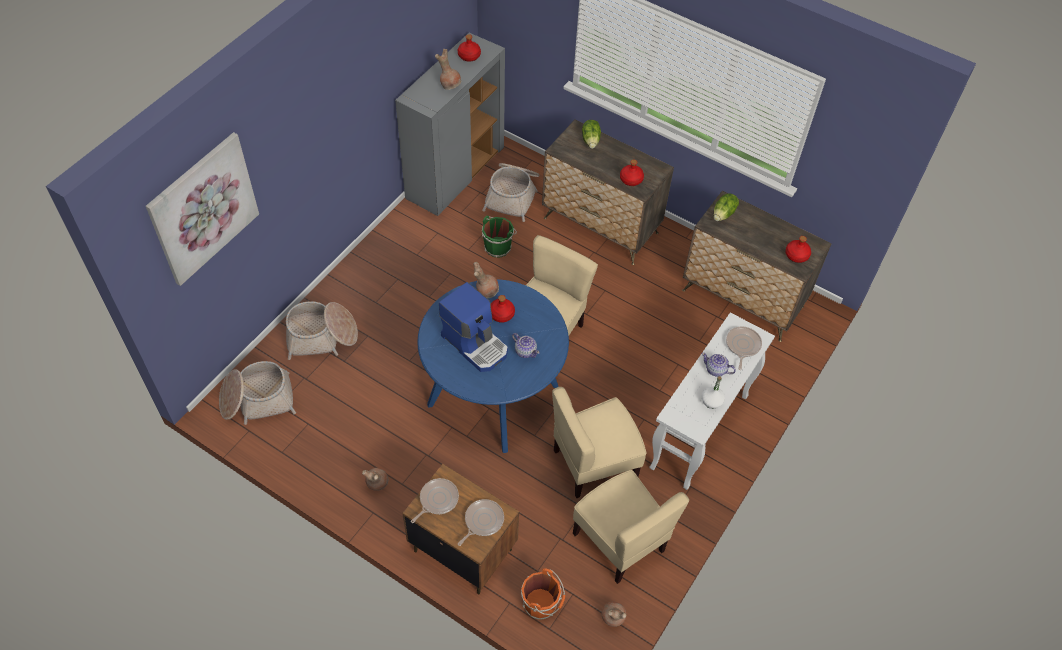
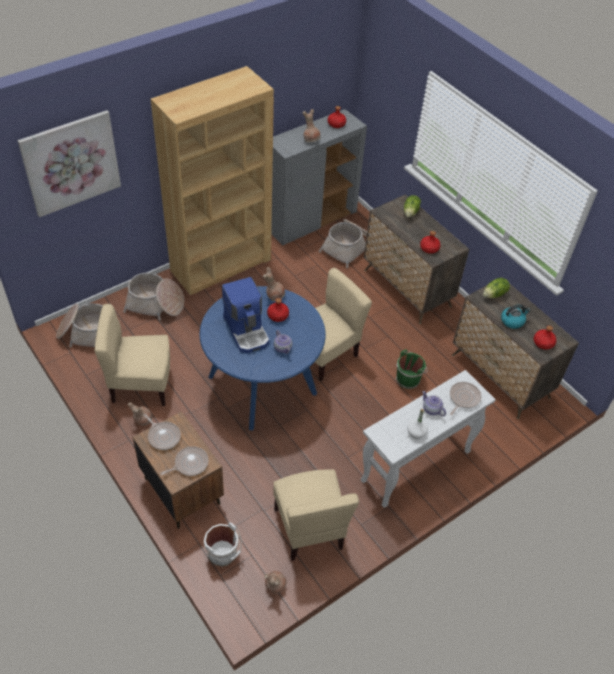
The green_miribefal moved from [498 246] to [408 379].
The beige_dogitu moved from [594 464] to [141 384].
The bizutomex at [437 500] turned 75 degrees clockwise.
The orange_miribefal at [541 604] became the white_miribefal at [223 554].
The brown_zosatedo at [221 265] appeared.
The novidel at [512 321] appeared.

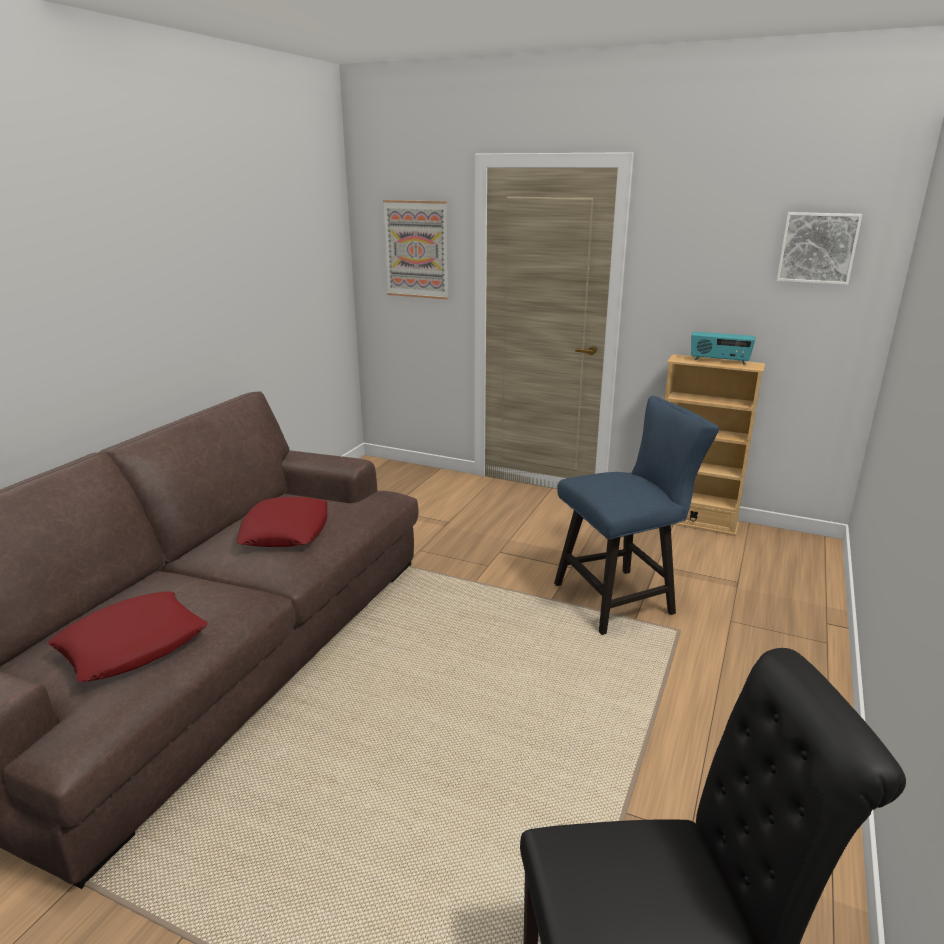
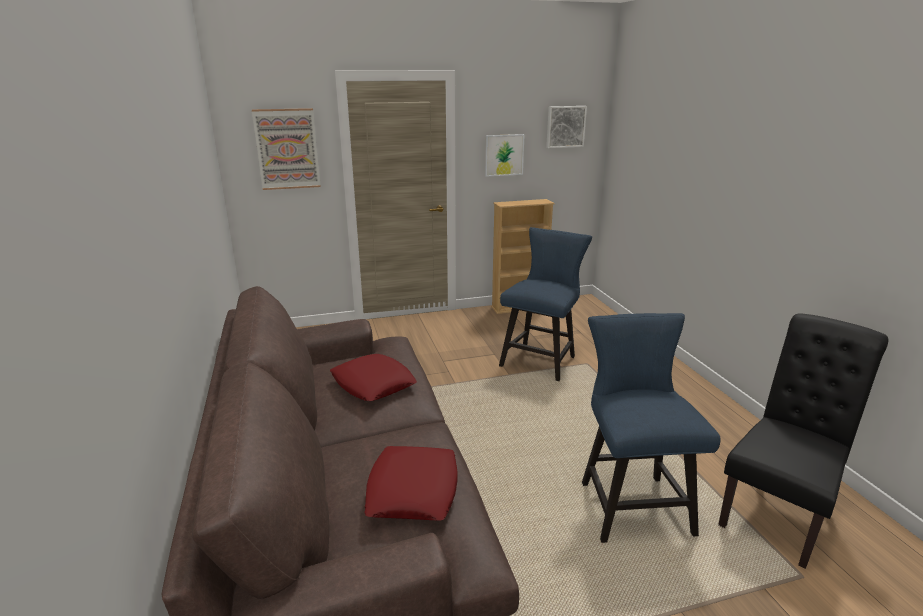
The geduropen at [719 361] disappeared.
The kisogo at [504 155] appeared.
The blue_dogitu at [630 502] appeared.

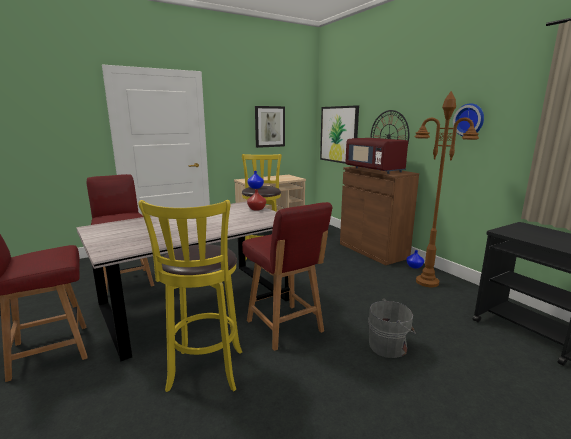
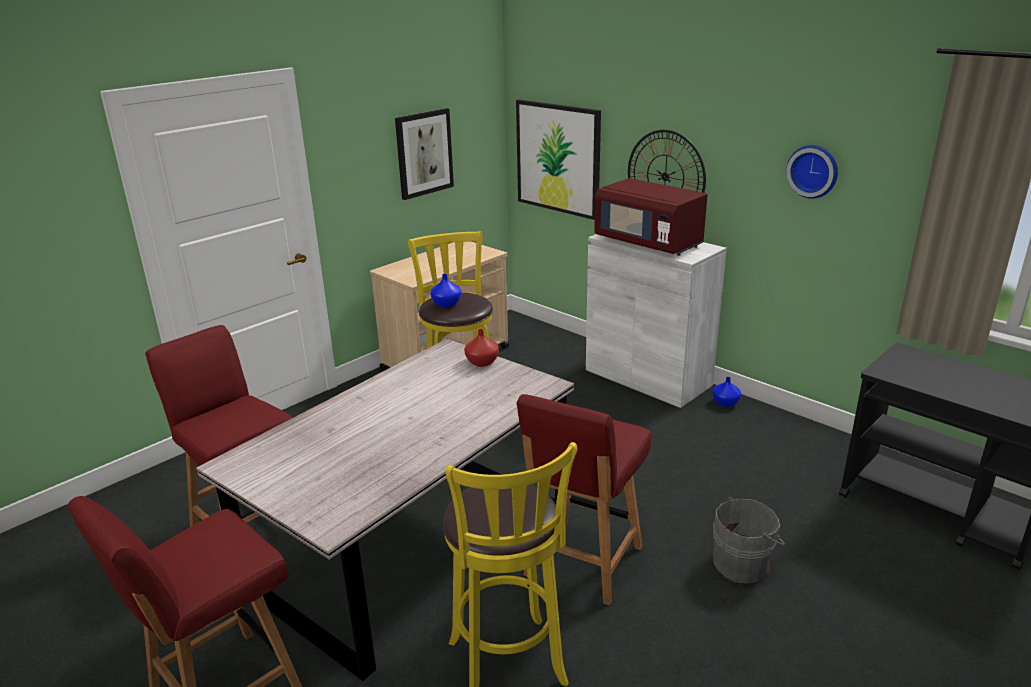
The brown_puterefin at [427 282] disappeared.
The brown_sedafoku at [373 250] became the white_sedafoku at [647 377].
The red_dogitu at [285 327] turned 75 degrees clockwise.

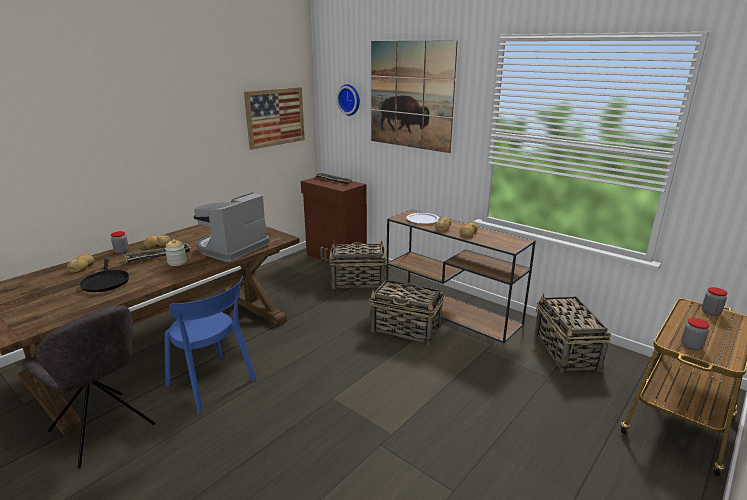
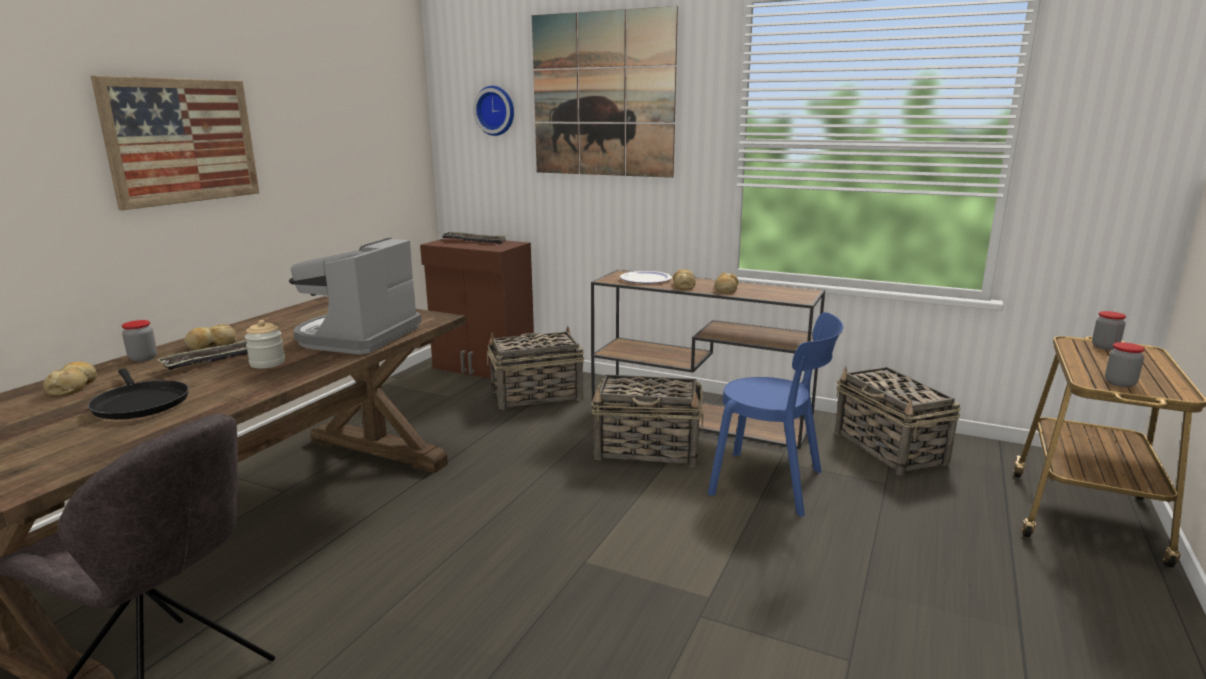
The kisogo moved from [275 117] to [182 141].
The blue_dogitu moved from [213 384] to [772 484].

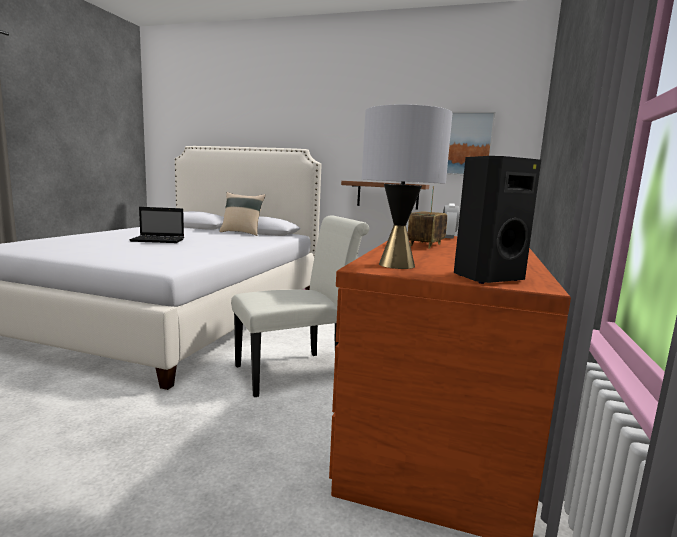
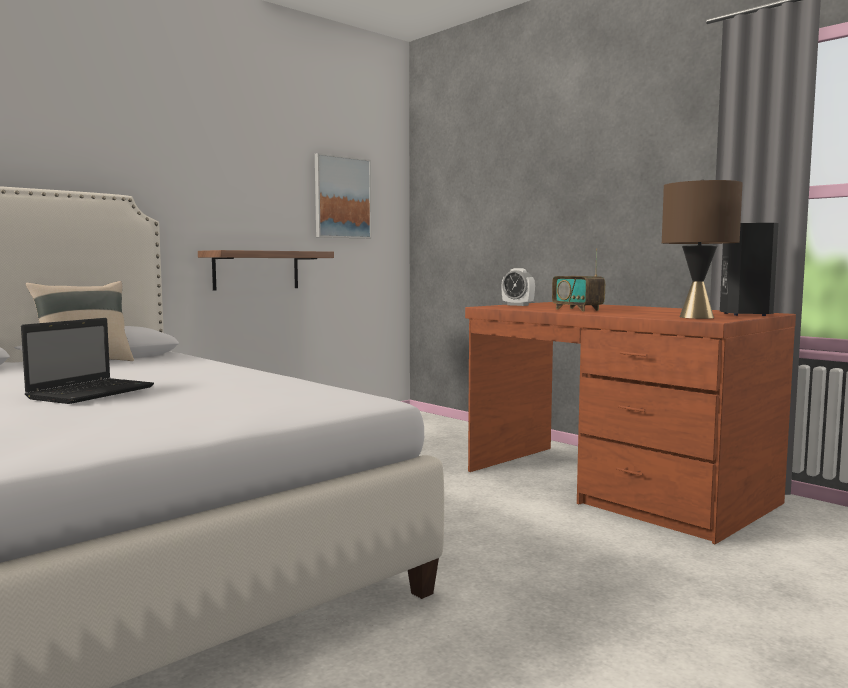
The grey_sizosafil at [396 265] became the brown_sizosafil at [696 317].
The white_dogitu at [296 372] disappeared.

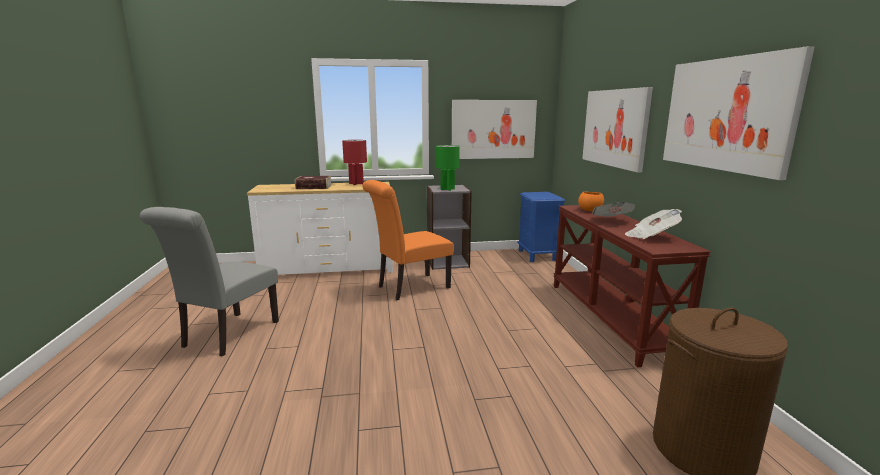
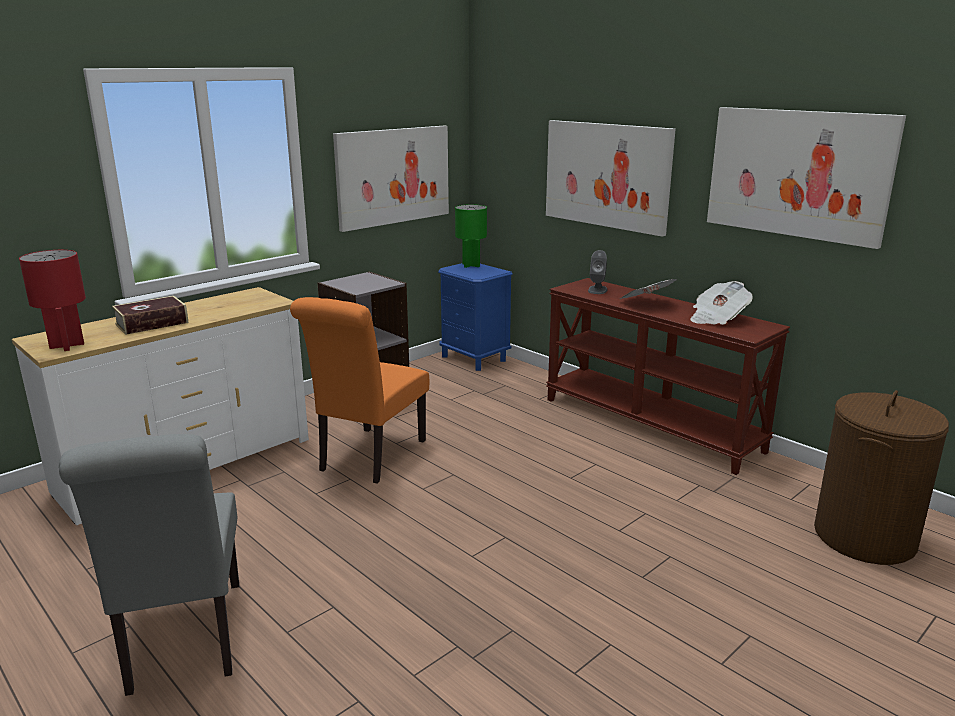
The red_sizosafil moved from [356 183] to [66 346].
The green_sizosafil moved from [447 189] to [471 265].
The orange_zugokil at [590 210] was replaced by the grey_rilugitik at [597 290].

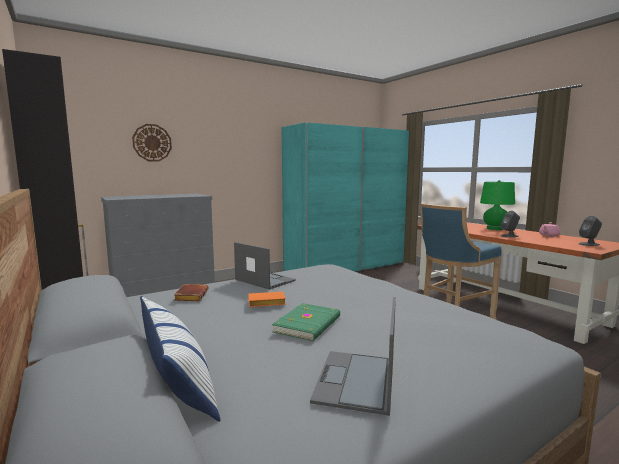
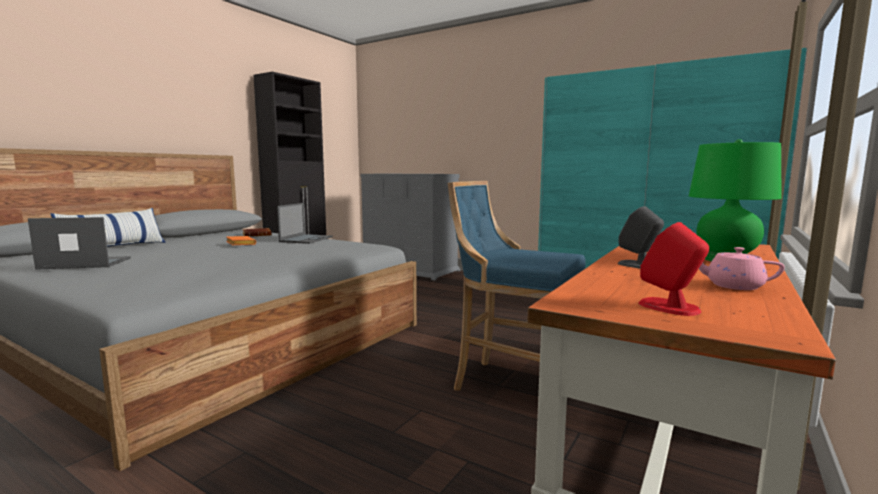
The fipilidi at [152 143] disappeared.
The grey_rilugitik at [589 244] became the red_rilugitik at [669 307].
The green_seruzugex at [309 324] disappeared.

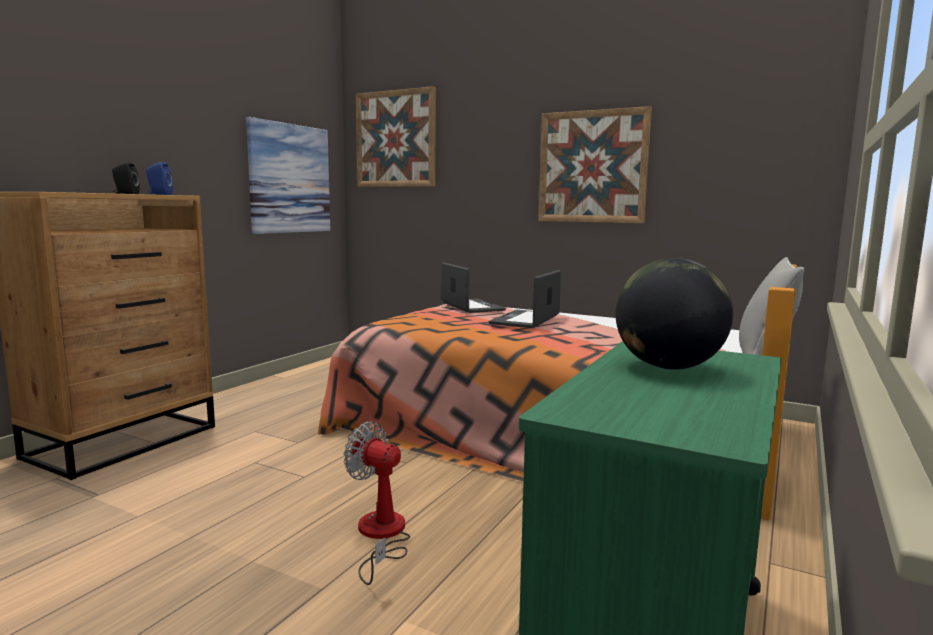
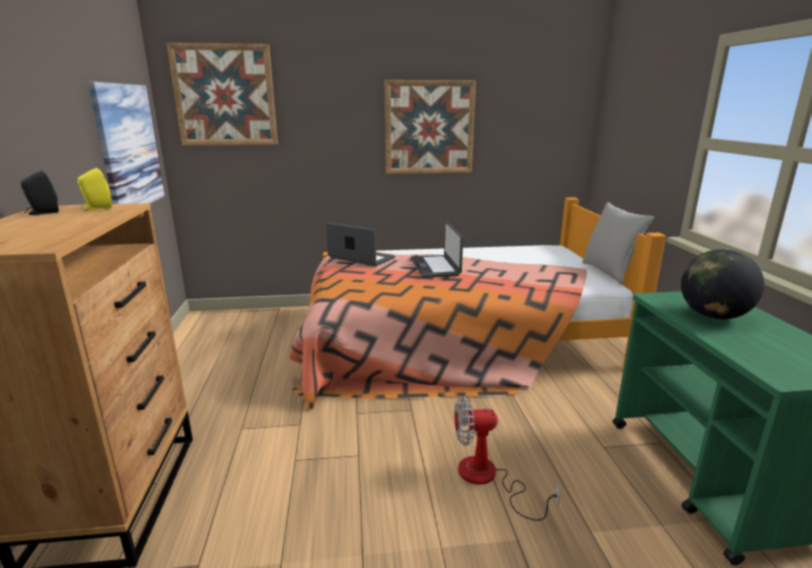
The blue_rilugitik at [159 194] became the yellow_rilugitik at [97 208].

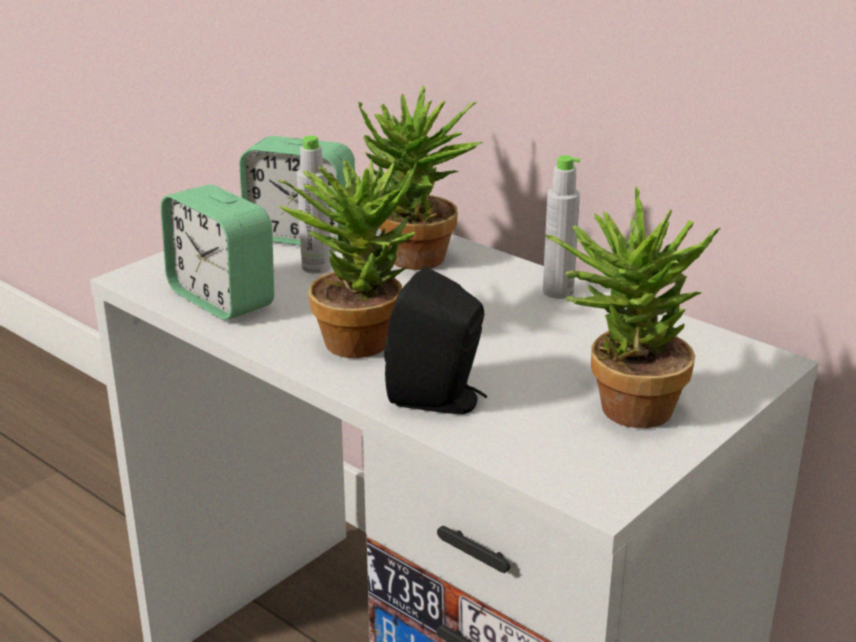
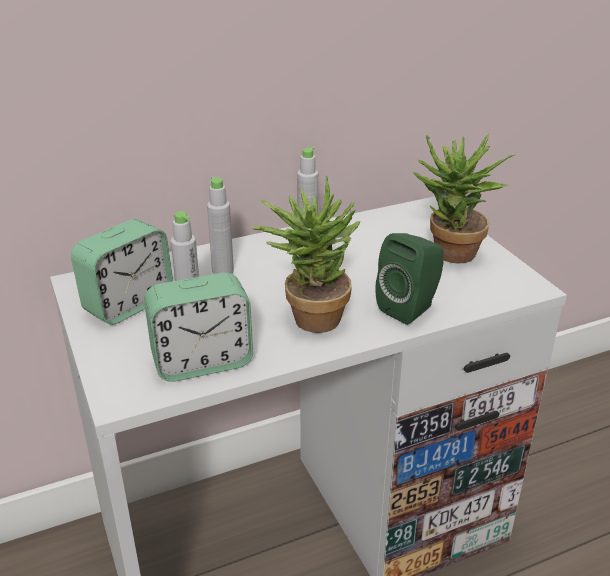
The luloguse at [415 263] was replaced by the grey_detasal at [223 271].
The black_rilugitik at [440 400] became the green_rilugitik at [410 308].

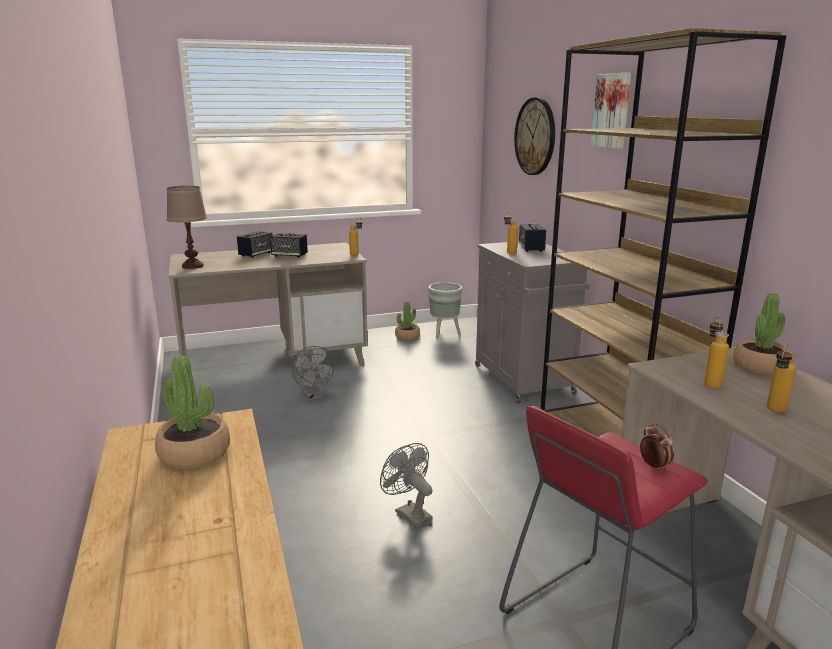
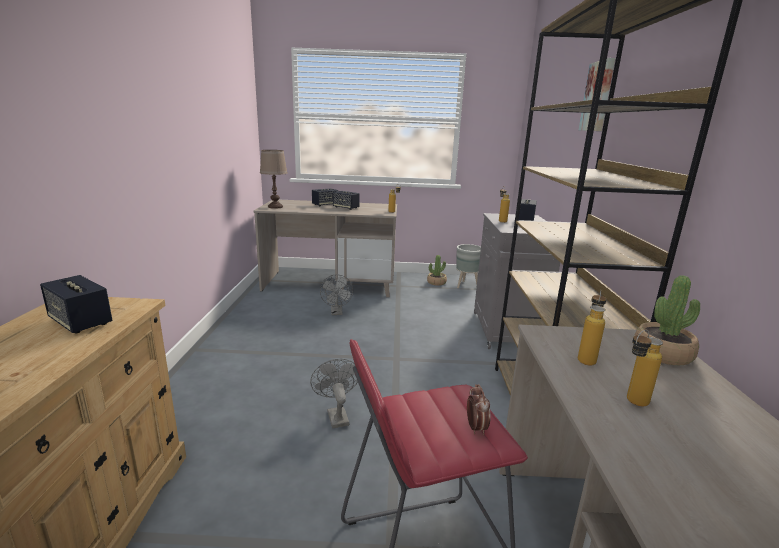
The fipilidi at [535 136] disappeared.
The luloguse at [195 453] was replaced by the rilugitik at [80 322].

